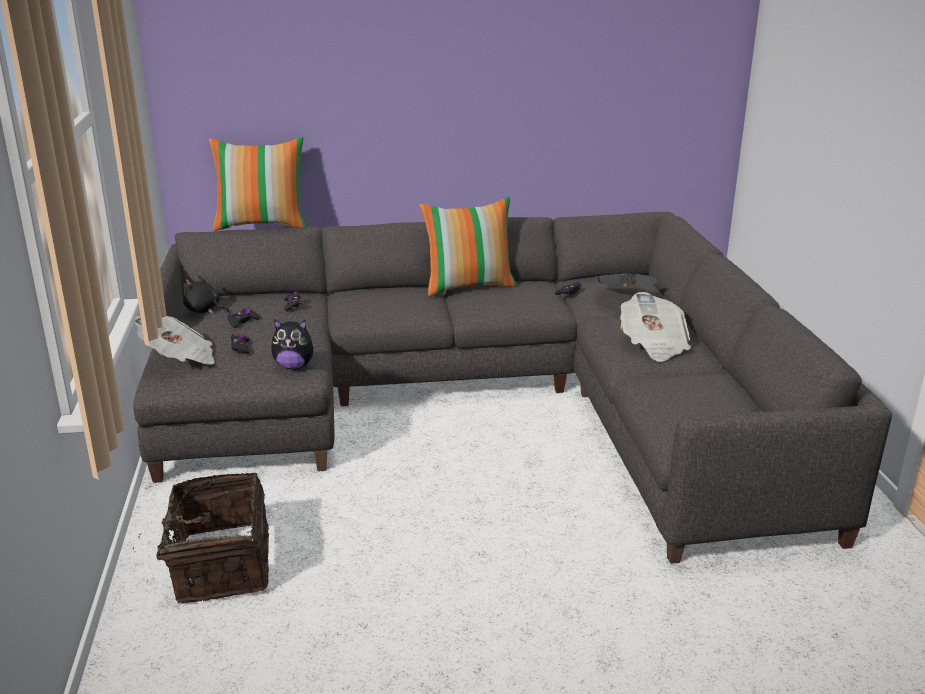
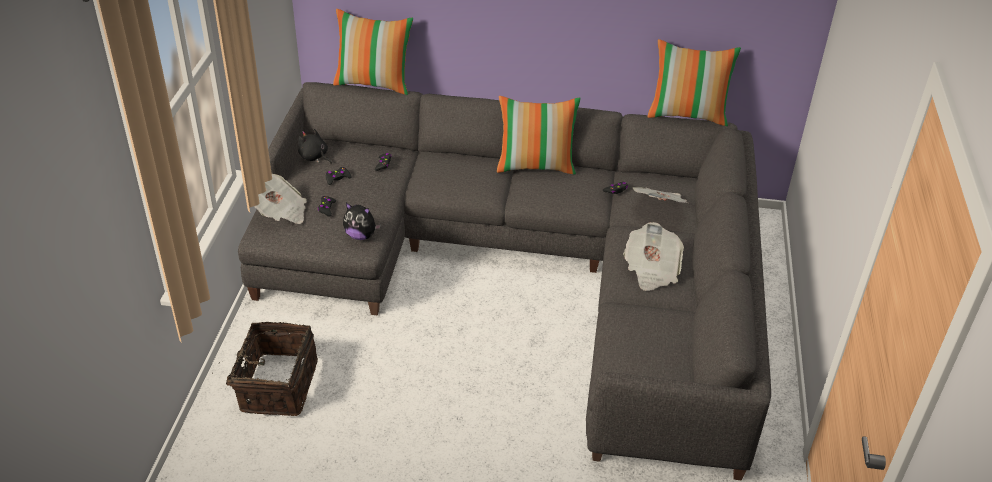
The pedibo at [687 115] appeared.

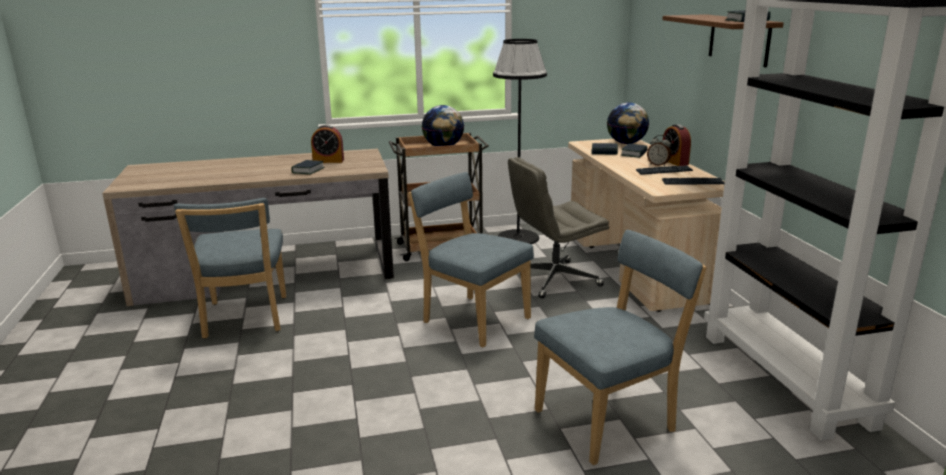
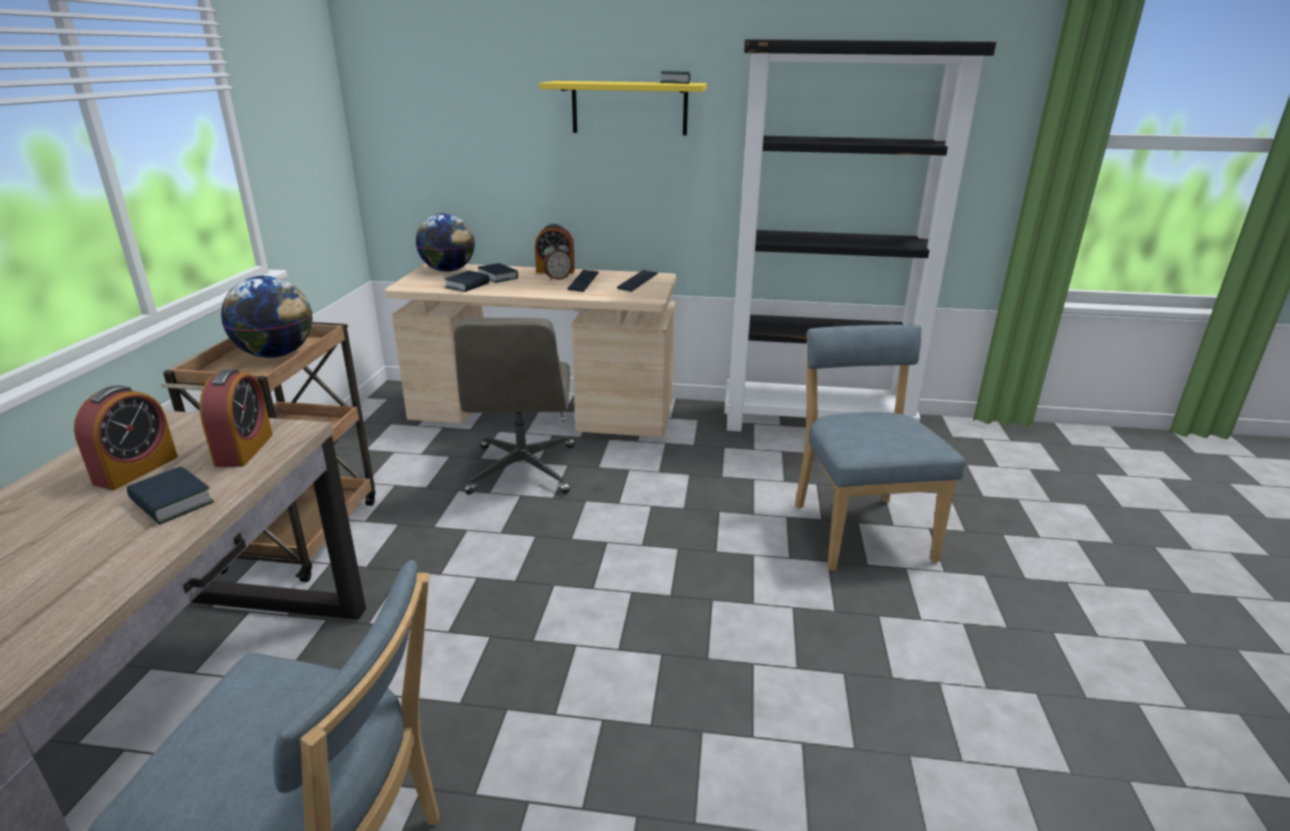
The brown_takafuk at [739 39] became the yellow_takafuk at [629 108].
The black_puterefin at [518 237] disappeared.
The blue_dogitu at [472 319] disappeared.
The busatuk at [244 449] appeared.

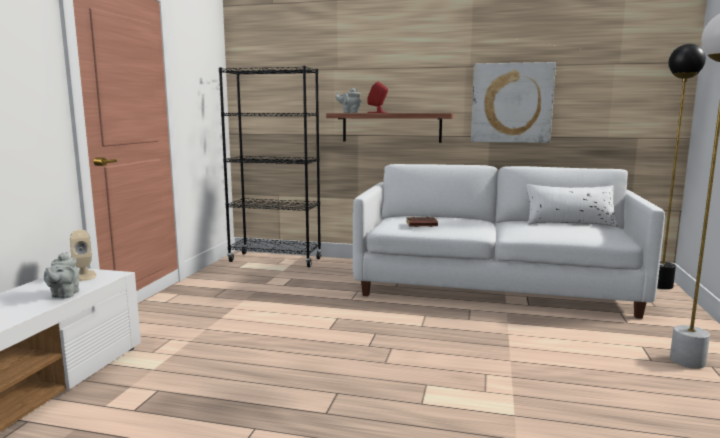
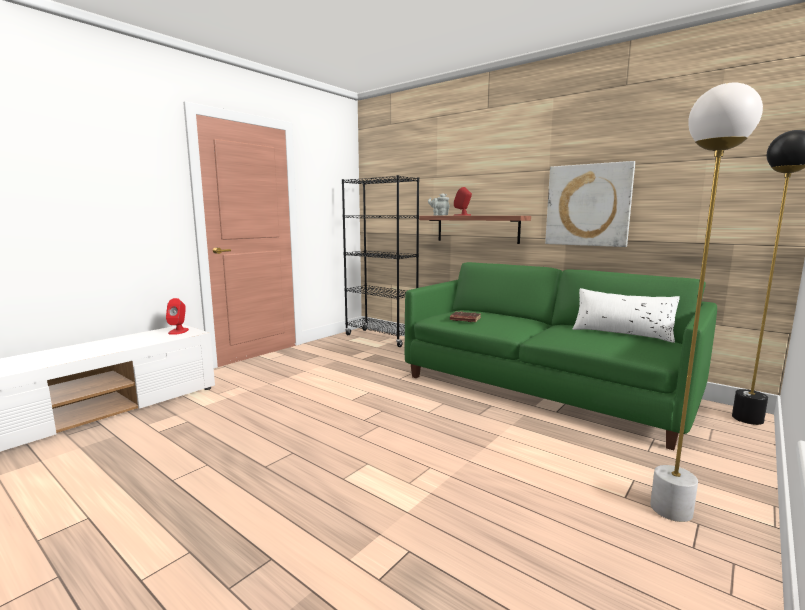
The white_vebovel at [494 286] became the green_vebovel at [543 388].
The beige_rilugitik at [84 276] became the red_rilugitik at [178 331].
The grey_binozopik at [64 295] disappeared.

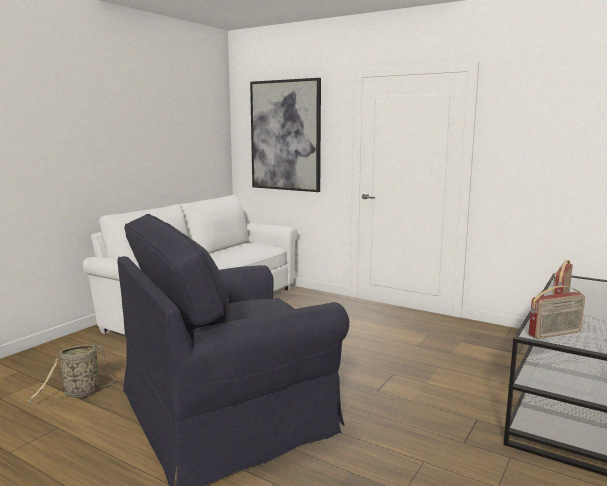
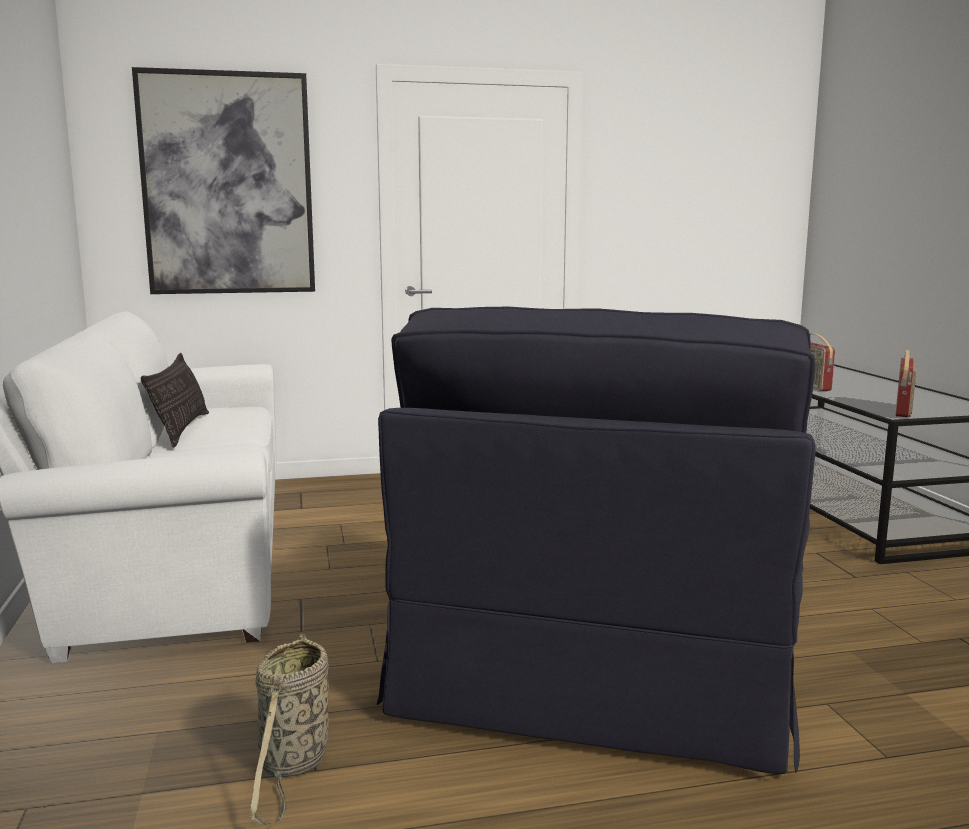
The pedibo at [181 429] appeared.

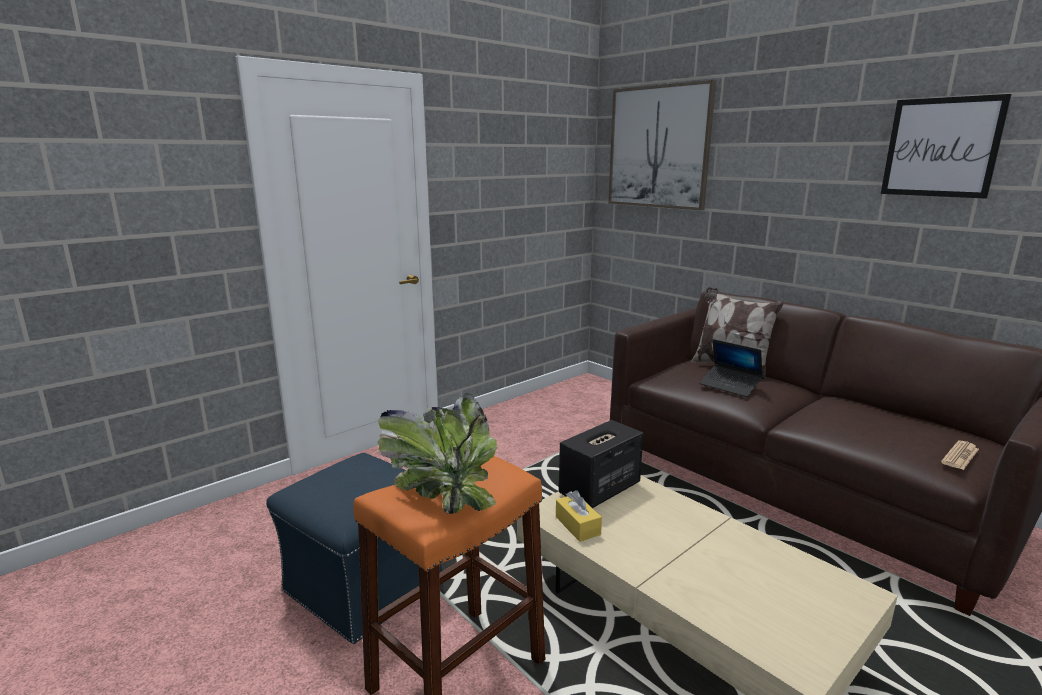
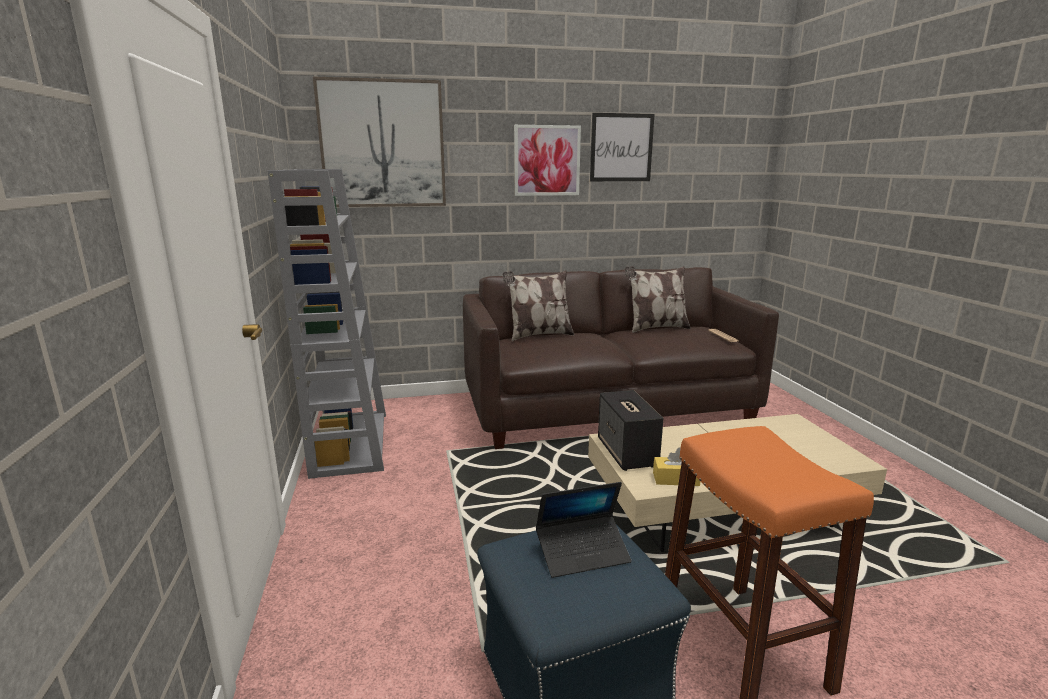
The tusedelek moved from [730 386] to [582 553].
The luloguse at [443 496] disappeared.
The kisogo at [547 160] appeared.
The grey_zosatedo at [350 443] appeared.
The pedibo at [656 328] appeared.

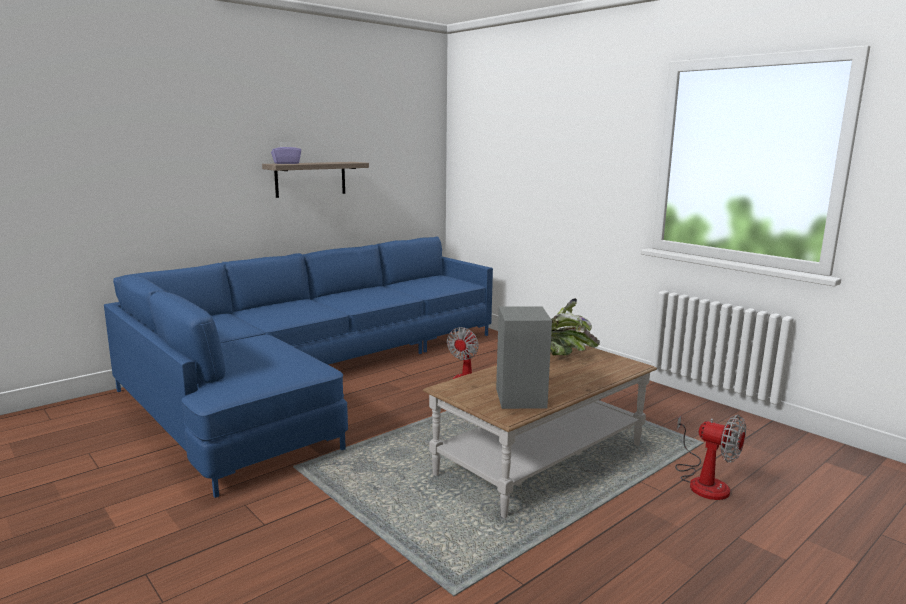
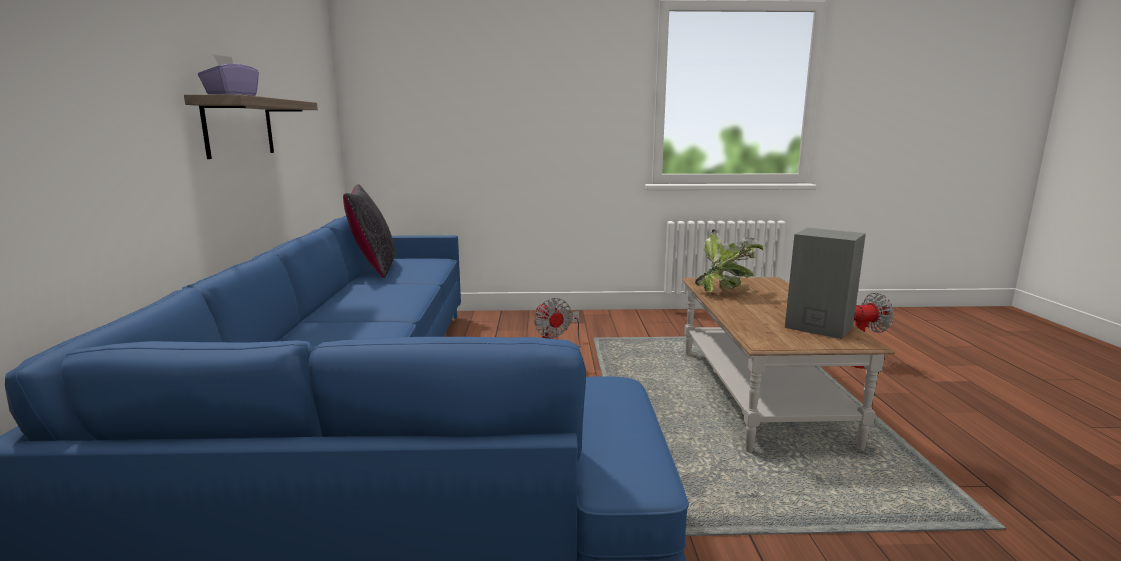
The black_pedibo at [374 268] appeared.

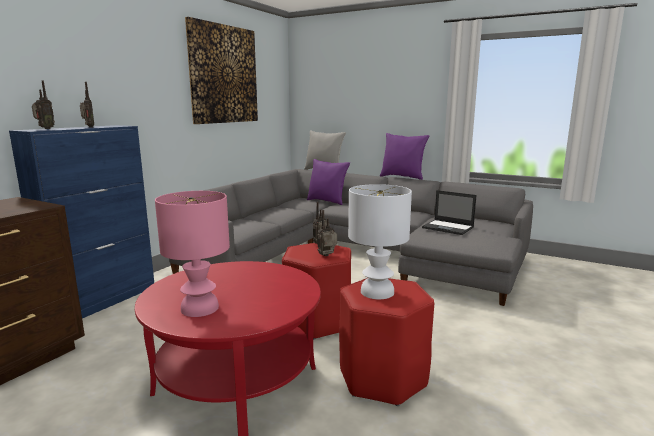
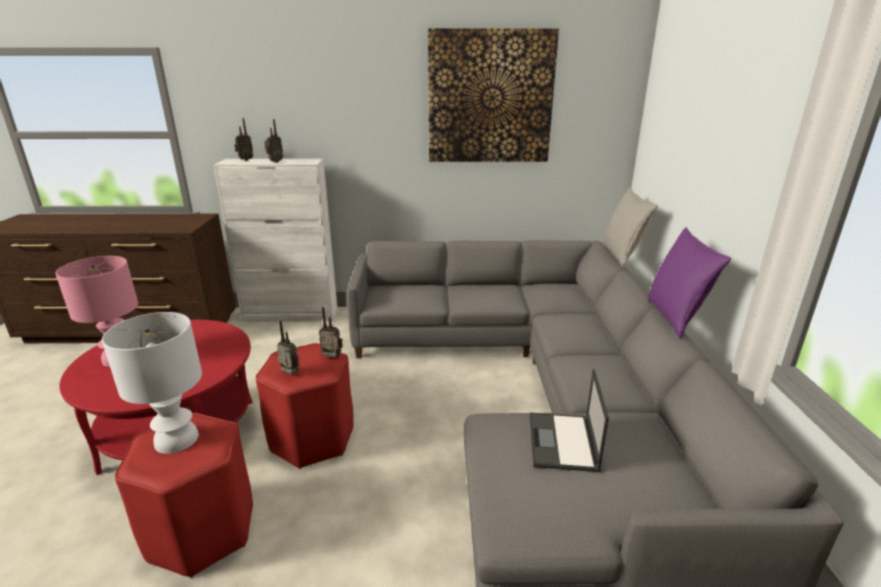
The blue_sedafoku at [104 301] became the white_sedafoku at [291 315].
The purple_pedibo at [327 201] disappeared.

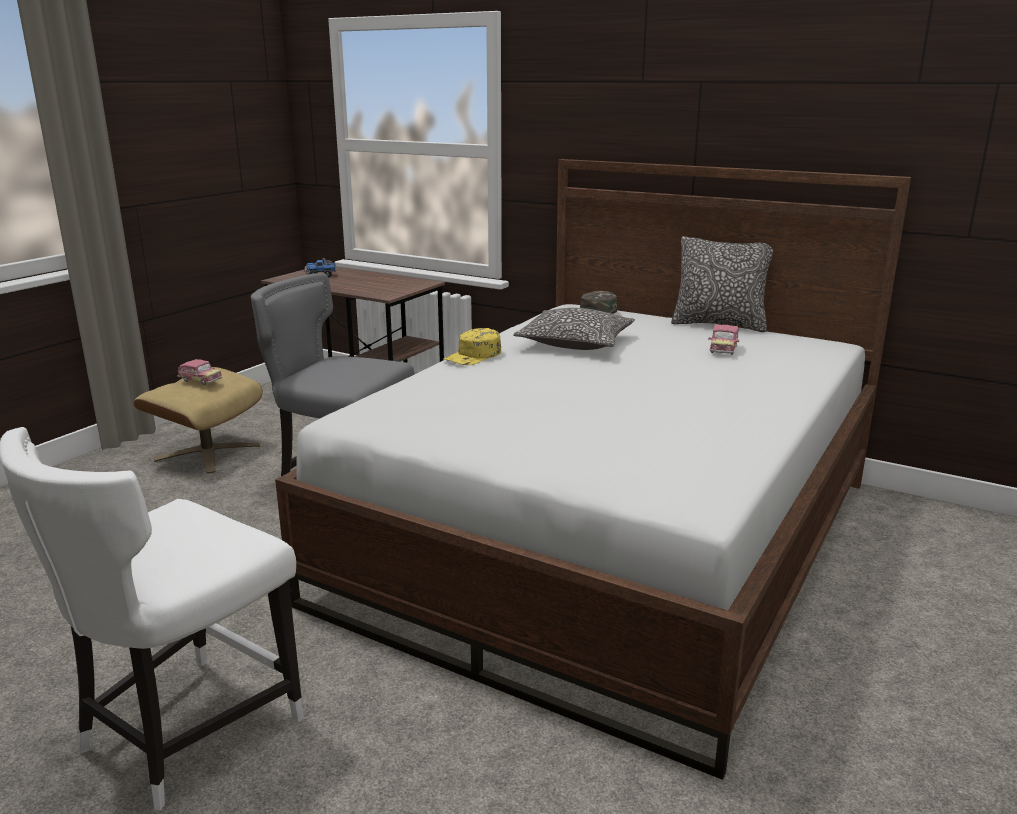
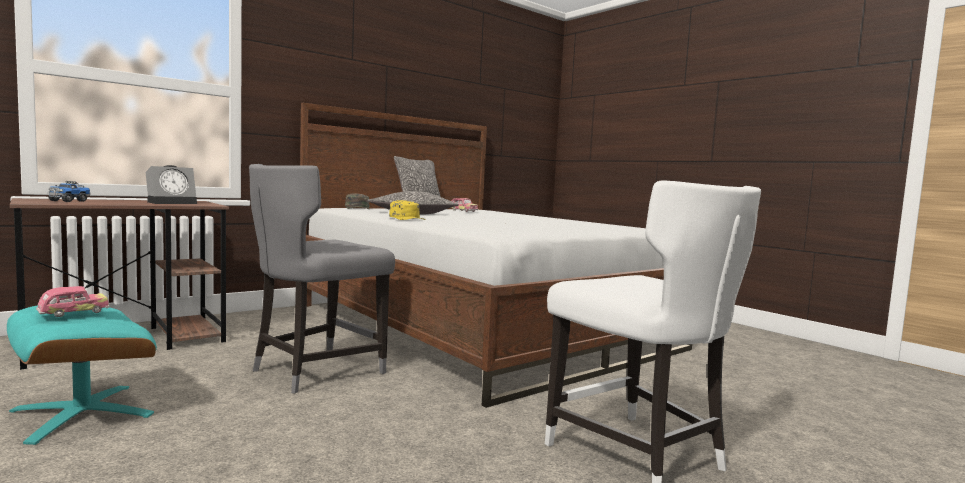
The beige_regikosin at [207 452] became the turquoise_regikosin at [81 413].
The busatuk at [173 203] appeared.

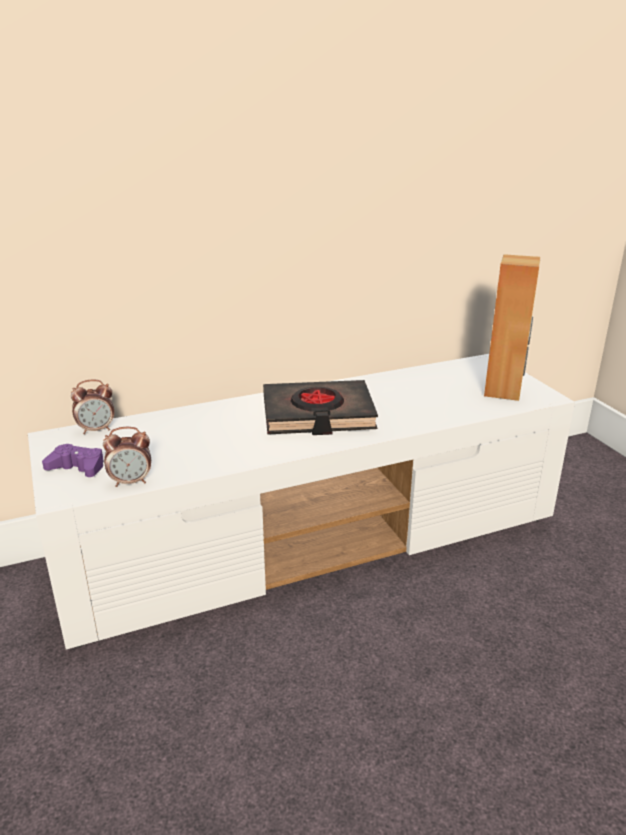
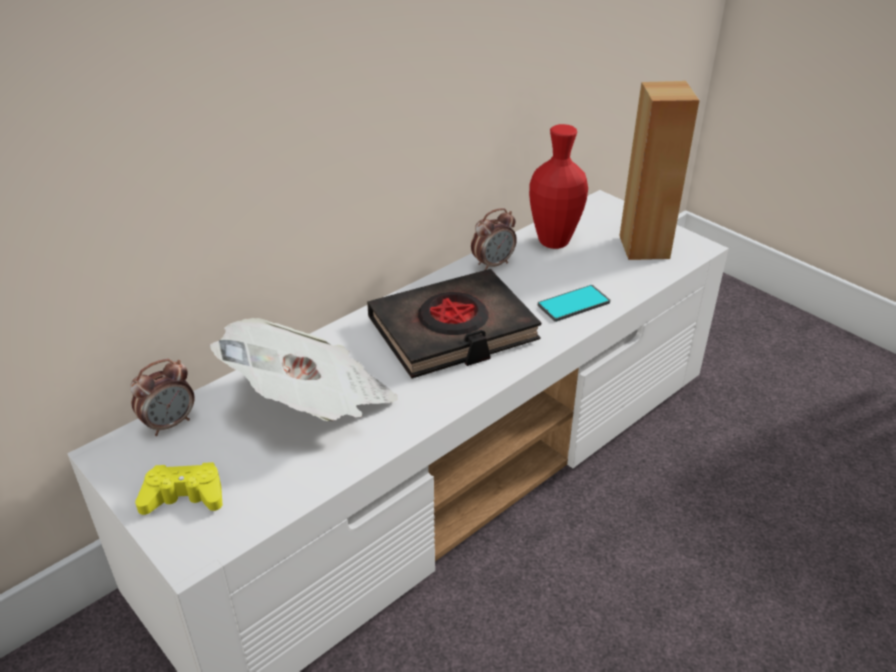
The busatuk moved from [131 482] to [493 264].
The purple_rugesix at [77 467] became the yellow_rugesix at [184 496].
The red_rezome at [553 242] appeared.
The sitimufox at [573 304] appeared.
The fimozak at [313 403] appeared.

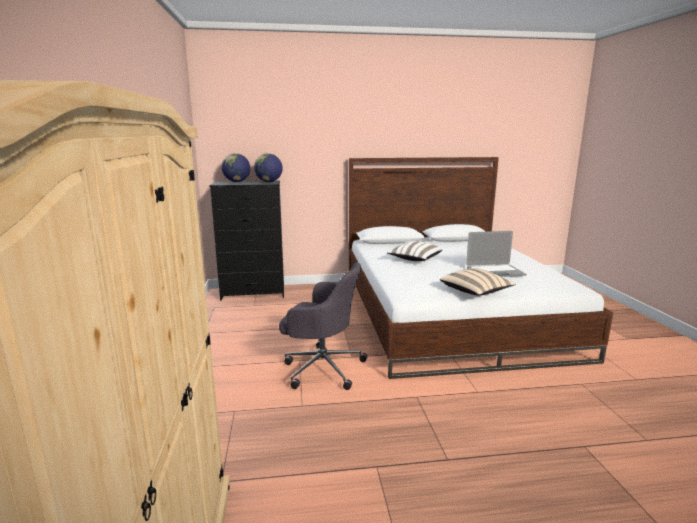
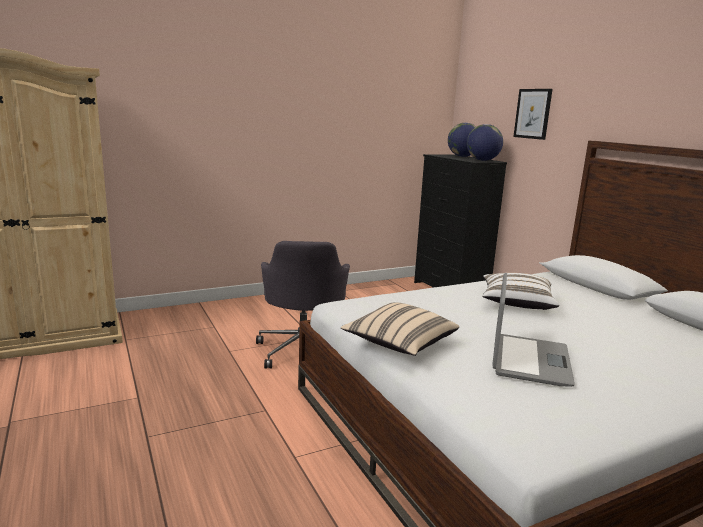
The tusedelek at [495 272] turned 135 degrees counterclockwise.
The kisogo at [533 113] appeared.

